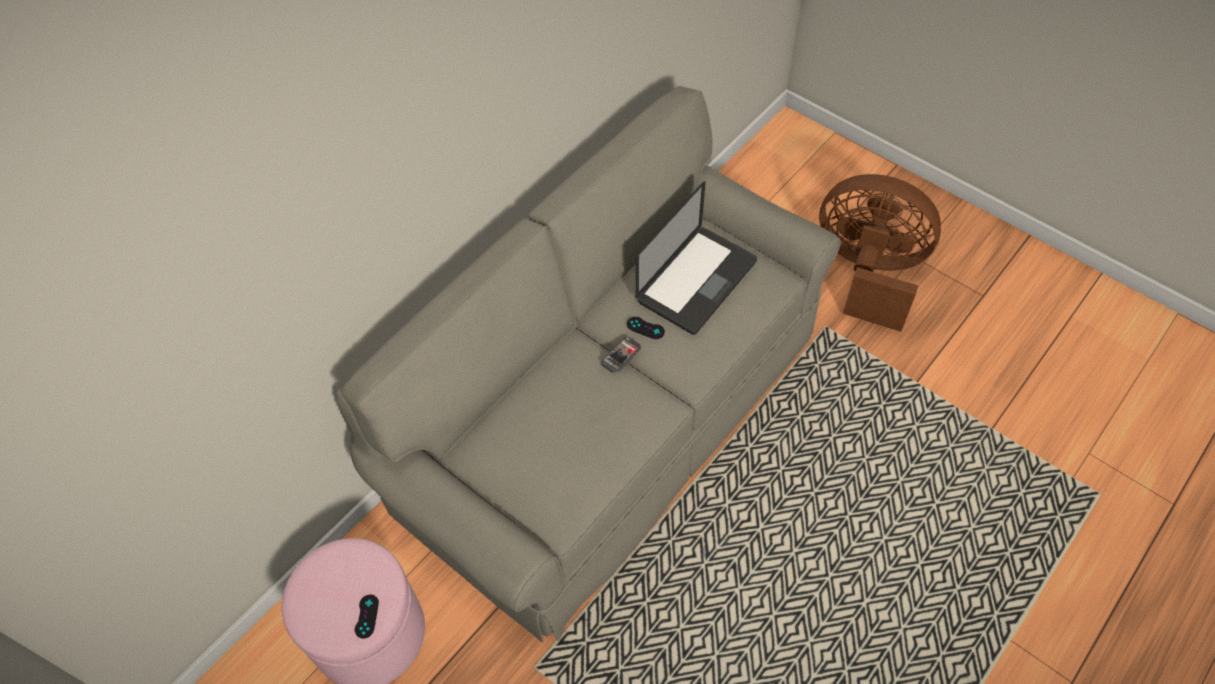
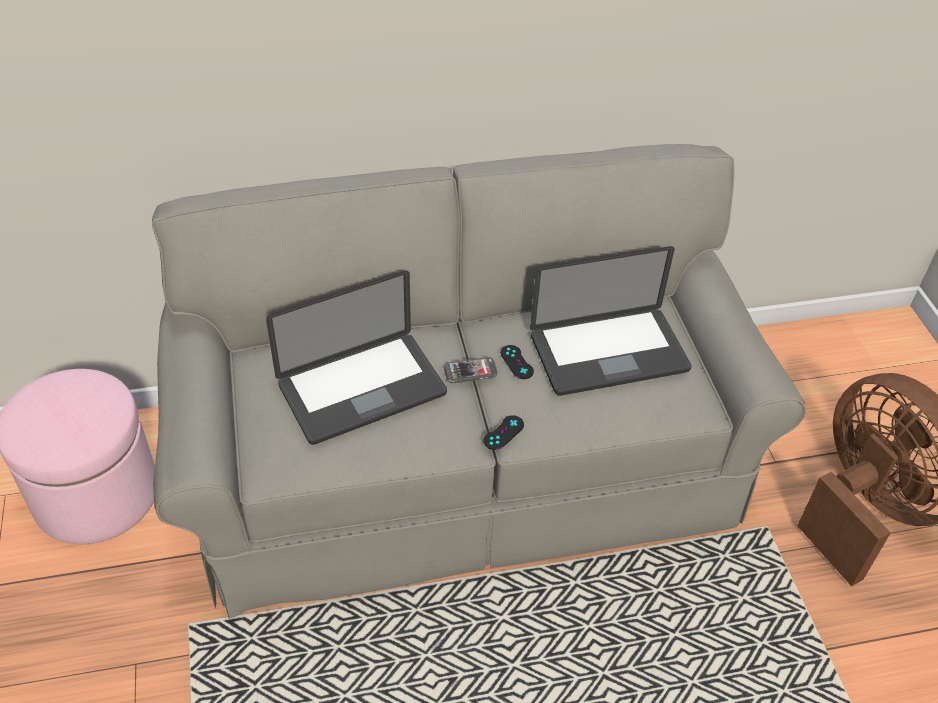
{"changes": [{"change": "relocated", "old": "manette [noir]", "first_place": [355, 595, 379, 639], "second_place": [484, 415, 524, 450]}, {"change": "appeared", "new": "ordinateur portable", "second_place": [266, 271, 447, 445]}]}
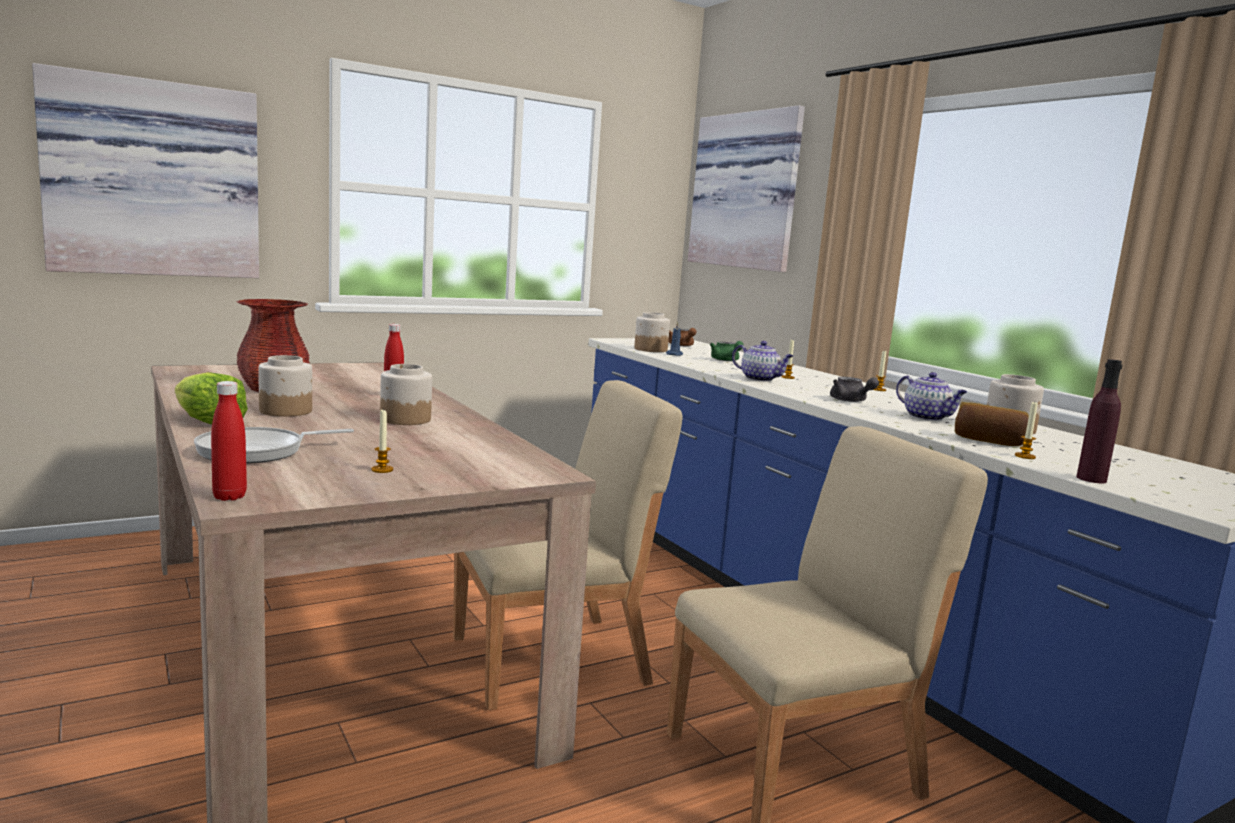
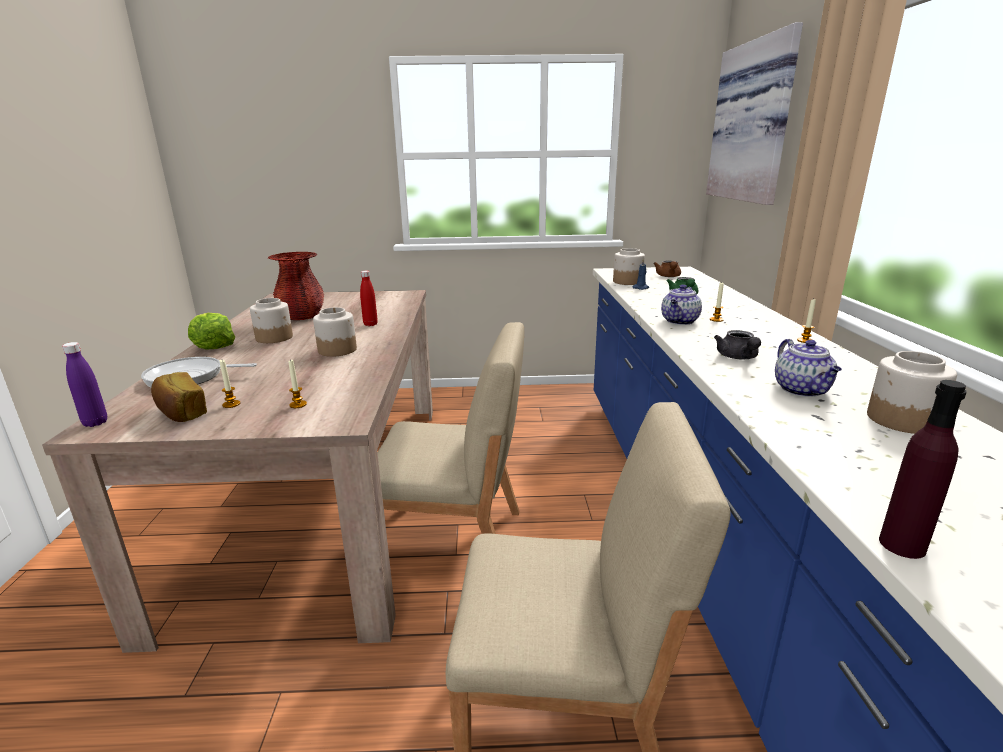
{"changes": [{"change": "missing", "old": "tableau", "first_place": [32, 63, 259, 278]}, {"change": "spun", "old": "théière", "first_place": [732, 341, 793, 382], "second_place": [661, 284, 702, 325], "degrees": 60}, {"change": "colour", "old": "bouteille [rouge]", "new": "bouteille [violet]", "first_place": [211, 381, 247, 501], "second_place": [62, 342, 107, 427]}, {"change": "relocated", "old": "pain", "first_place": [955, 402, 1029, 446], "second_place": [151, 372, 207, 422]}, {"change": "relocated", "old": "bougie", "first_place": [1015, 402, 1038, 459], "second_place": [289, 359, 307, 408]}]}
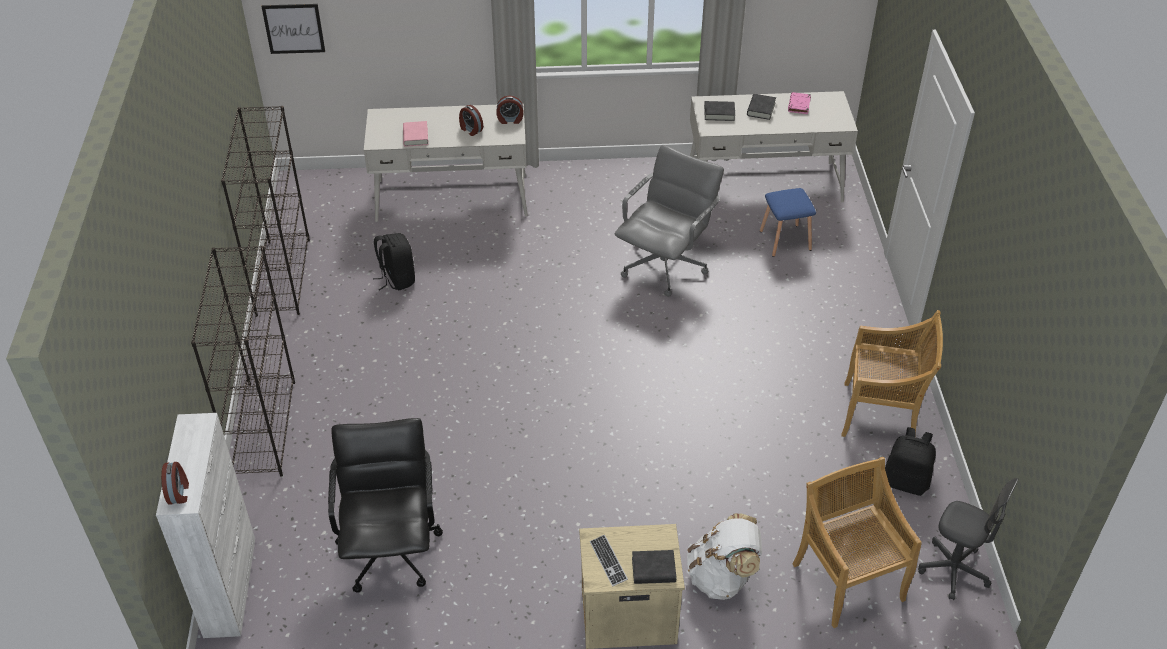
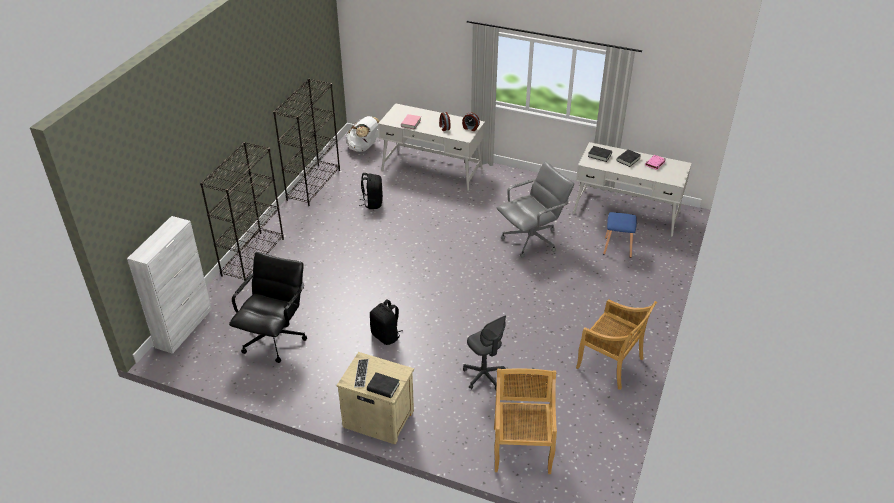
{"changes": [{"change": "missing", "old": "tableau", "first_place": [261, 4, 325, 54]}, {"change": "relocated", "old": "sac à dos [noir]", "first_place": [885, 427, 936, 496], "second_place": [370, 299, 403, 345]}, {"change": "missing", "old": "réveil", "first_place": [161, 462, 189, 505]}, {"change": "relocated", "old": "chaise de bureau [gris]", "first_place": [918, 478, 1018, 600], "second_place": [463, 315, 506, 390]}, {"change": "relocated", "old": "sac à dos [blanc]", "first_place": [687, 513, 762, 600], "second_place": [346, 116, 380, 152]}]}
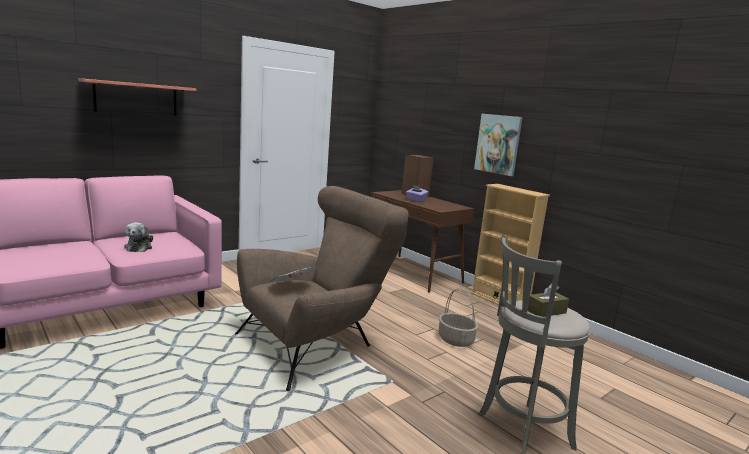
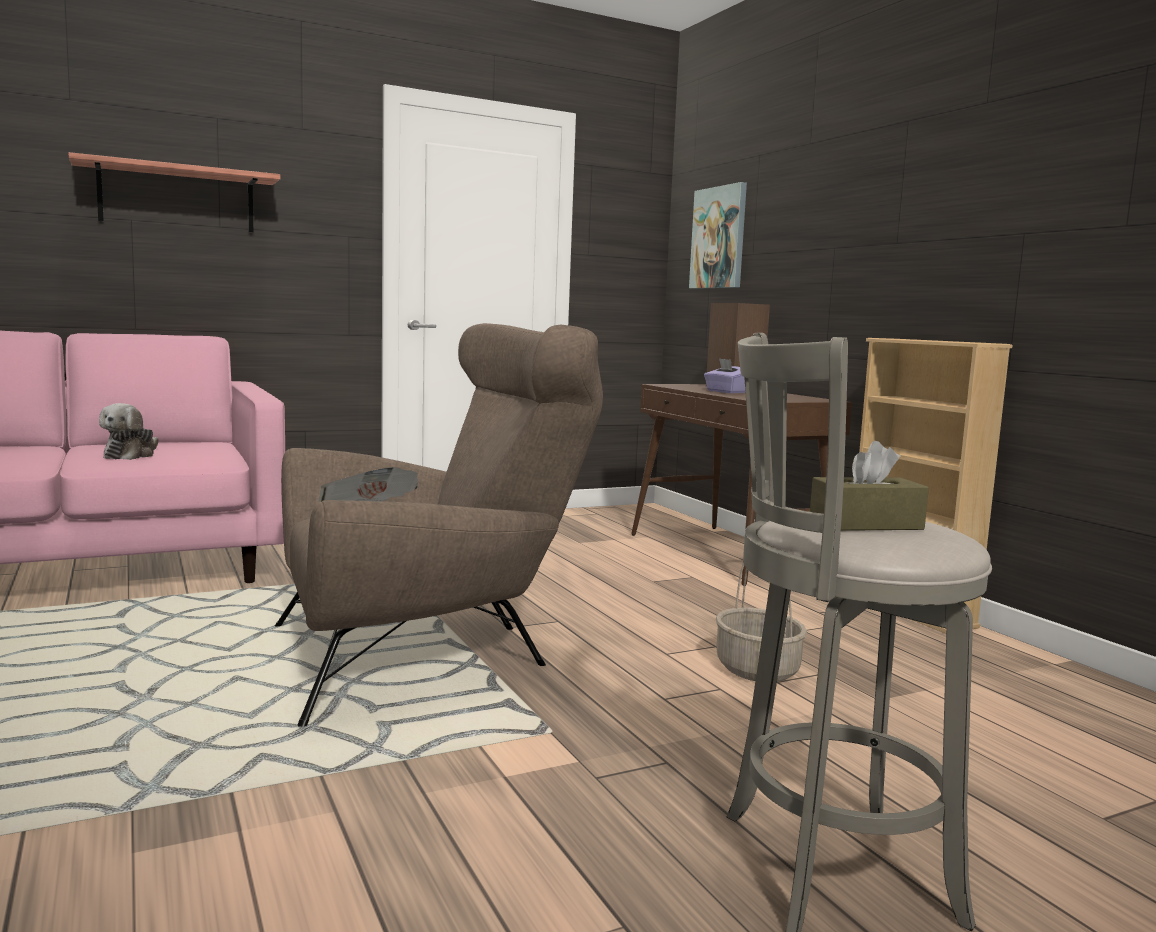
{"changes": [{"change": "relocated", "old": "tableau", "first_place": [474, 114, 523, 176], "second_place": [689, 182, 747, 289]}]}
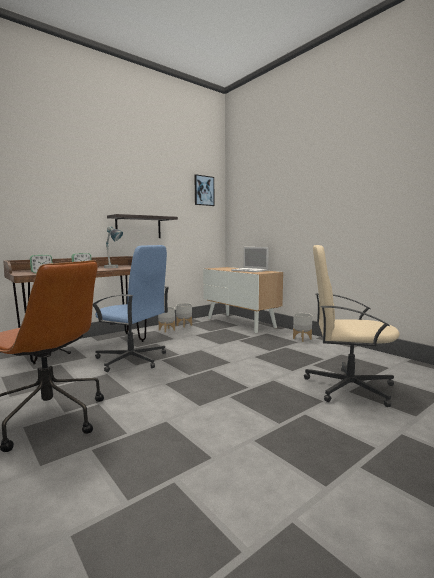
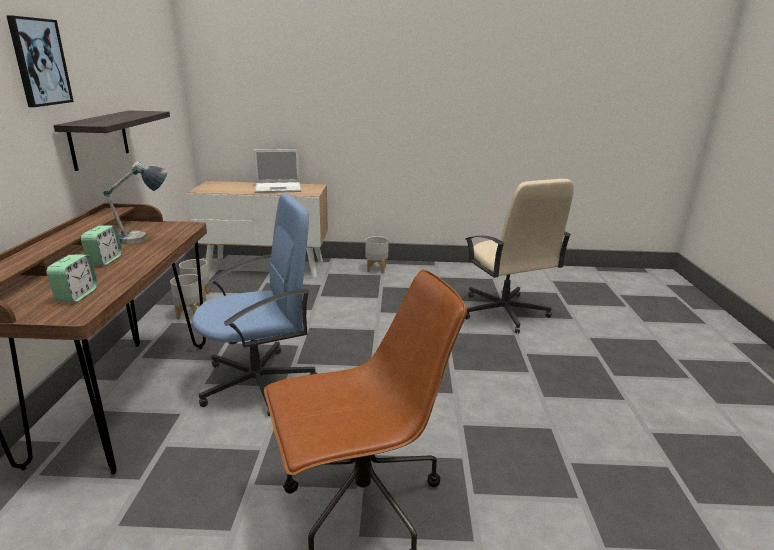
{"changes": [{"change": "relocated", "old": "tableau", "first_place": [194, 174, 214, 206], "second_place": [6, 15, 74, 107]}, {"change": "spun", "old": "chaise de bureau [beige]", "first_place": [304, 245, 400, 407], "second_place": [465, 179, 574, 334], "degrees": -75}]}
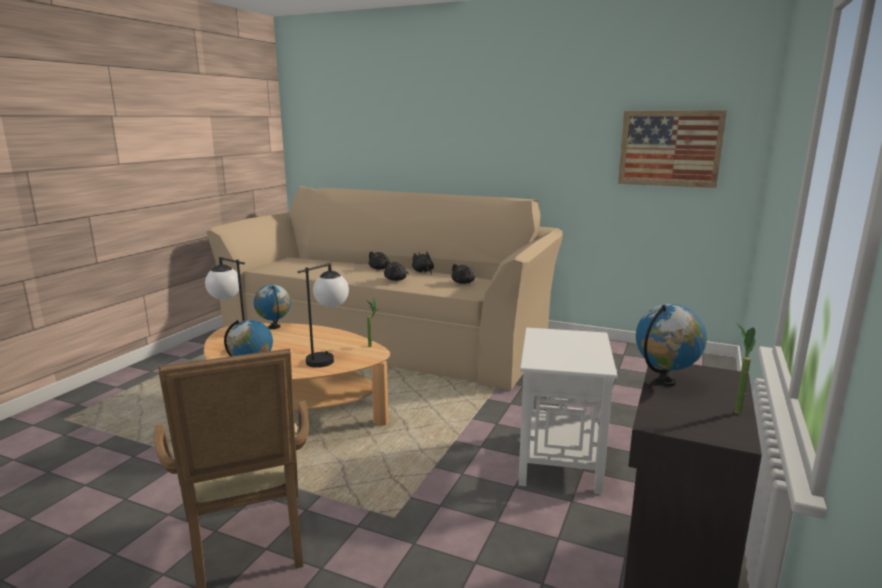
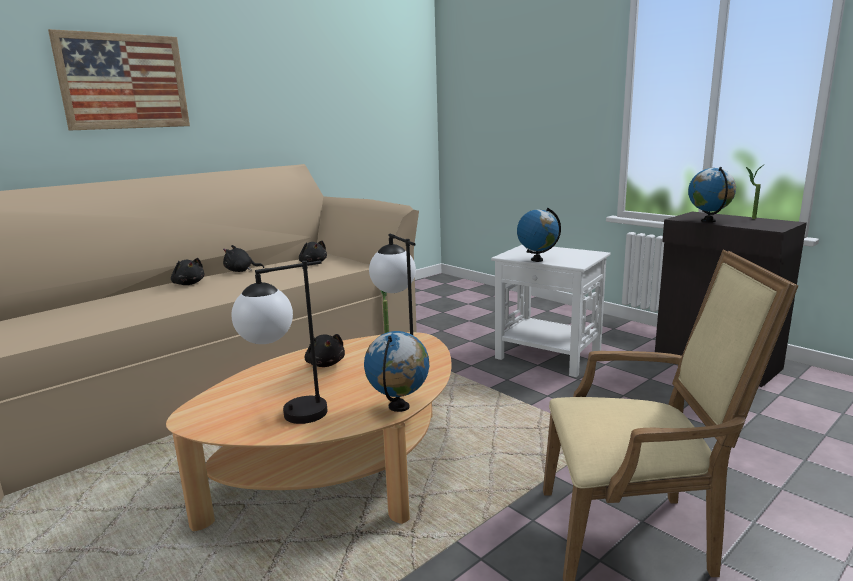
{"changes": [{"change": "relocated", "old": "tableau", "first_place": [618, 110, 727, 188], "second_place": [48, 29, 190, 131]}, {"change": "relocated", "old": "peluche [noir]", "first_place": [384, 261, 409, 281], "second_place": [305, 334, 345, 367]}, {"change": "relocated", "old": "globe", "first_place": [254, 285, 291, 329], "second_place": [517, 208, 561, 262]}]}
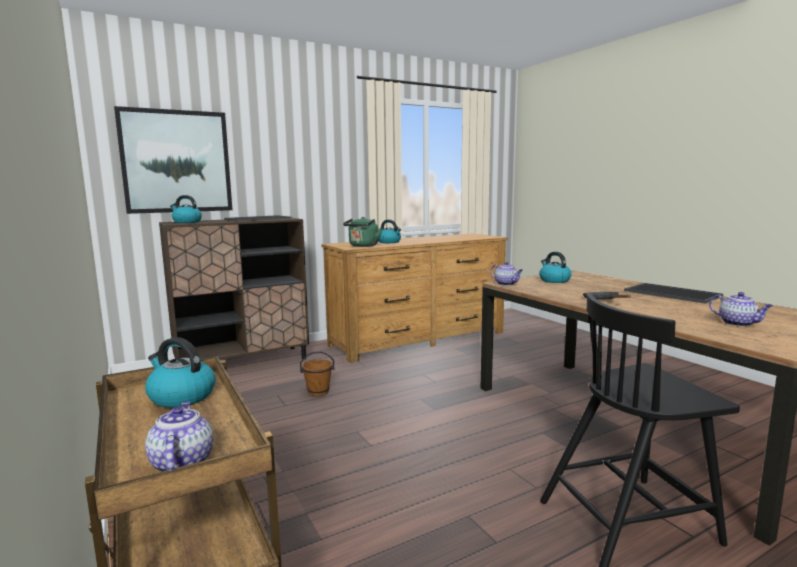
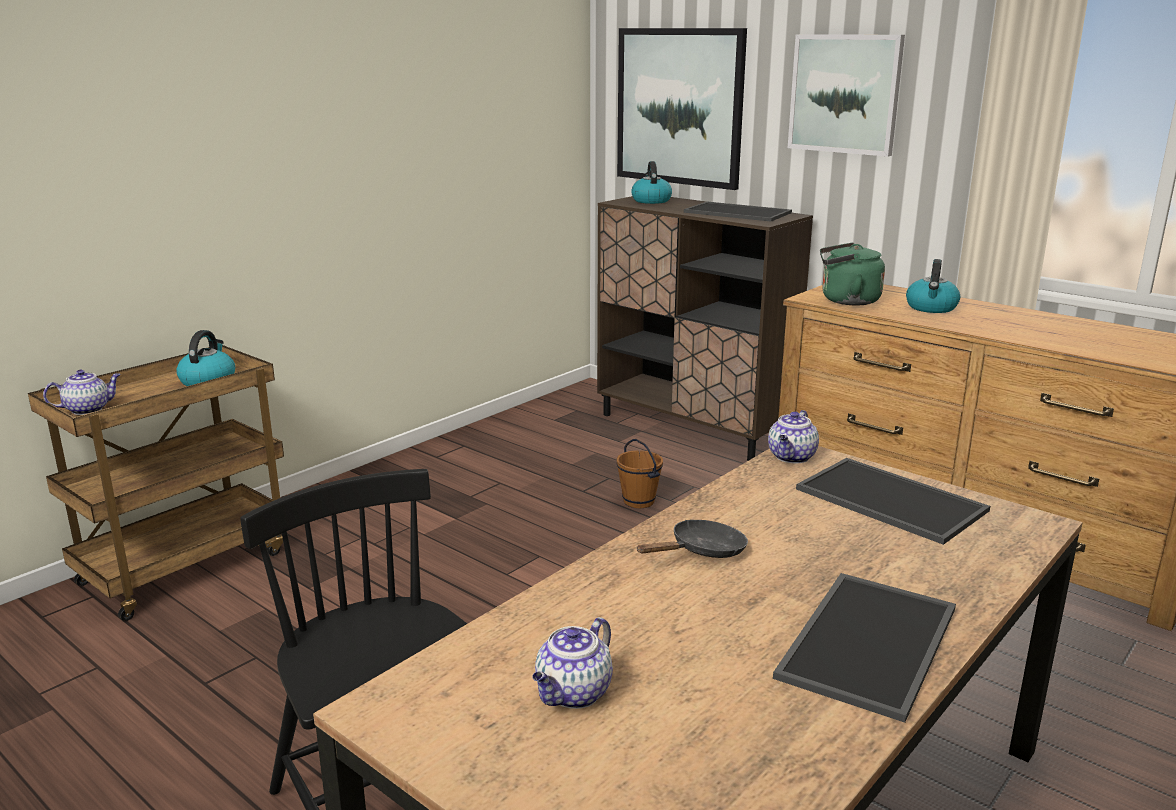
{"changes": [{"change": "exchanged", "old": "bouilloire", "new": "plateau", "first_place": [539, 252, 572, 283], "second_place": [796, 458, 990, 545]}, {"change": "appeared", "new": "tableau", "second_place": [788, 34, 905, 157]}]}
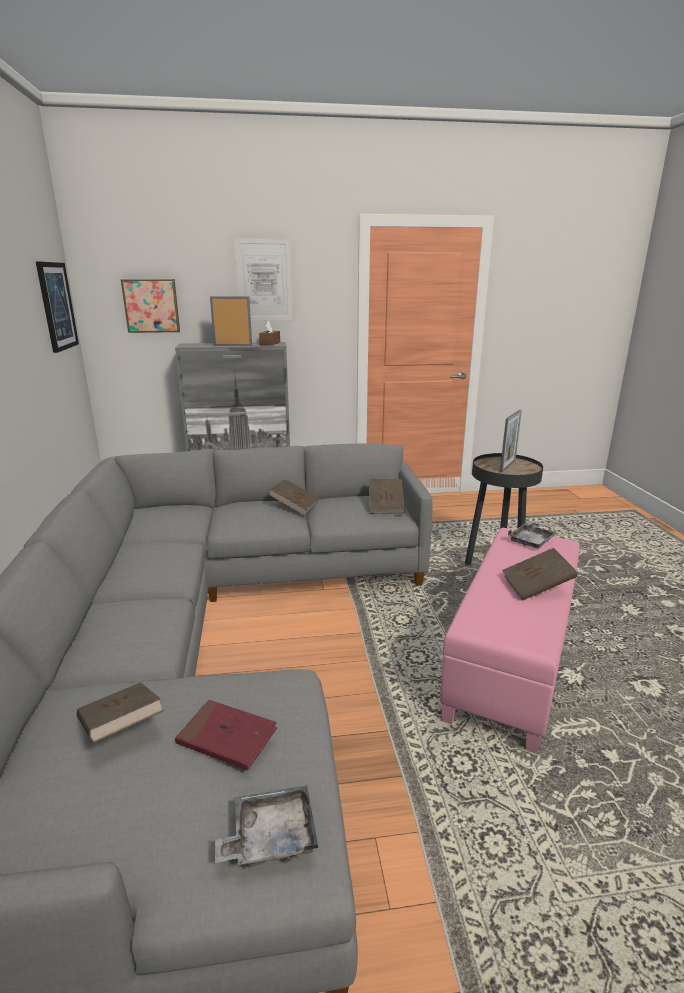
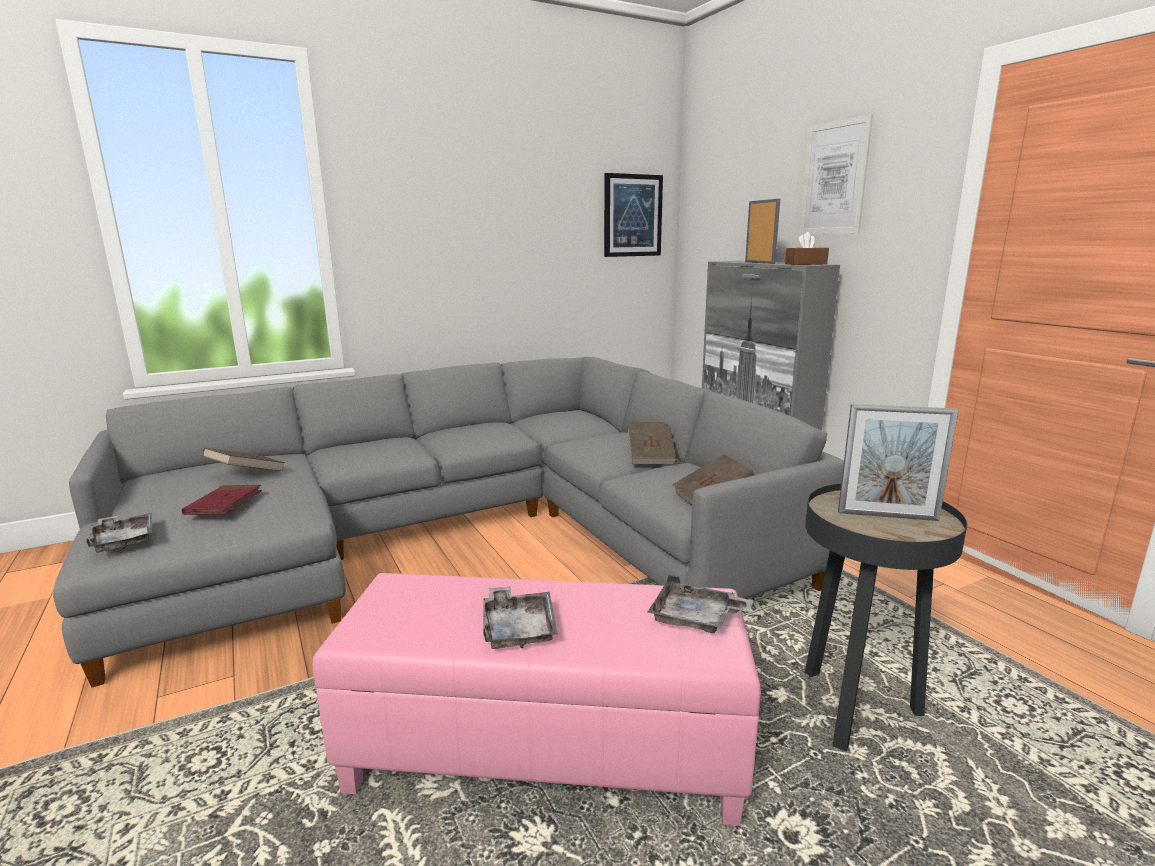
{"changes": [{"change": "missing", "old": "tableau", "first_place": [121, 279, 180, 333]}, {"change": "exchanged", "old": "livre [marron]", "new": "plateau [gris]", "first_place": [502, 548, 578, 601], "second_place": [483, 586, 558, 649]}]}
